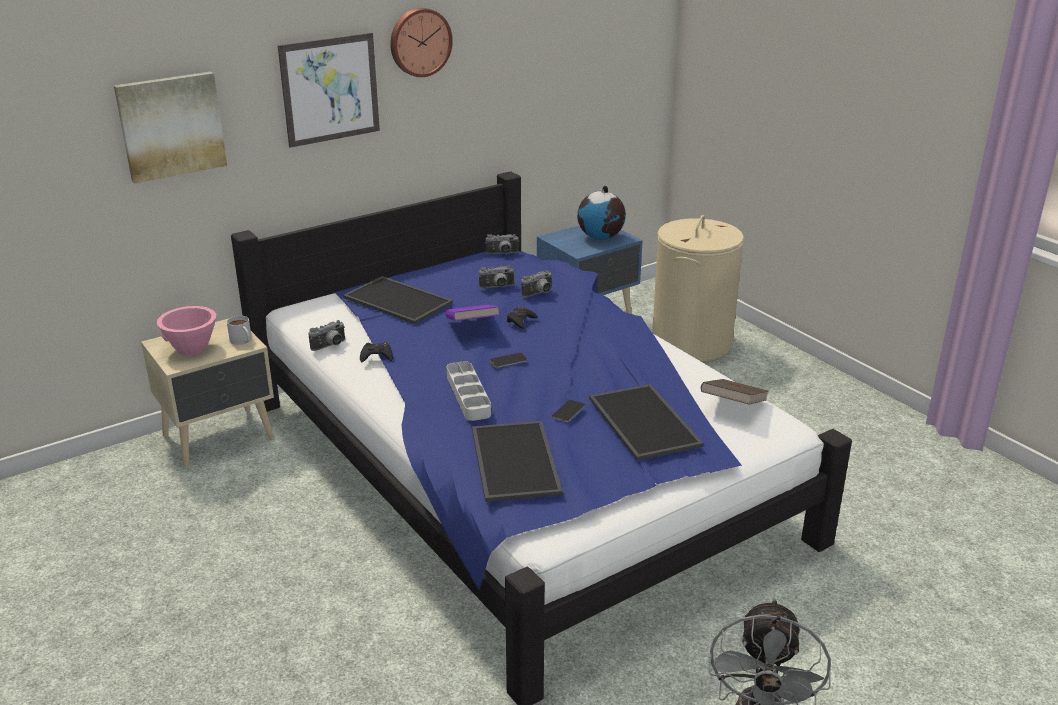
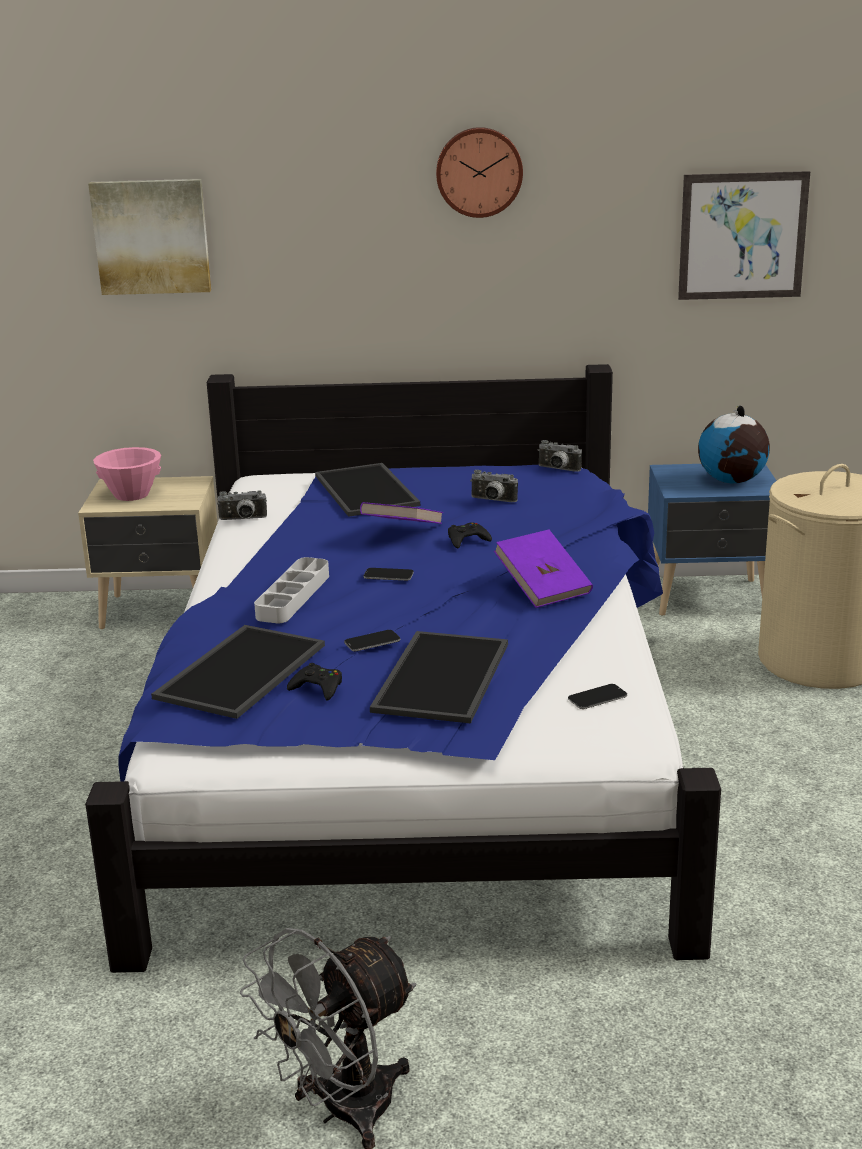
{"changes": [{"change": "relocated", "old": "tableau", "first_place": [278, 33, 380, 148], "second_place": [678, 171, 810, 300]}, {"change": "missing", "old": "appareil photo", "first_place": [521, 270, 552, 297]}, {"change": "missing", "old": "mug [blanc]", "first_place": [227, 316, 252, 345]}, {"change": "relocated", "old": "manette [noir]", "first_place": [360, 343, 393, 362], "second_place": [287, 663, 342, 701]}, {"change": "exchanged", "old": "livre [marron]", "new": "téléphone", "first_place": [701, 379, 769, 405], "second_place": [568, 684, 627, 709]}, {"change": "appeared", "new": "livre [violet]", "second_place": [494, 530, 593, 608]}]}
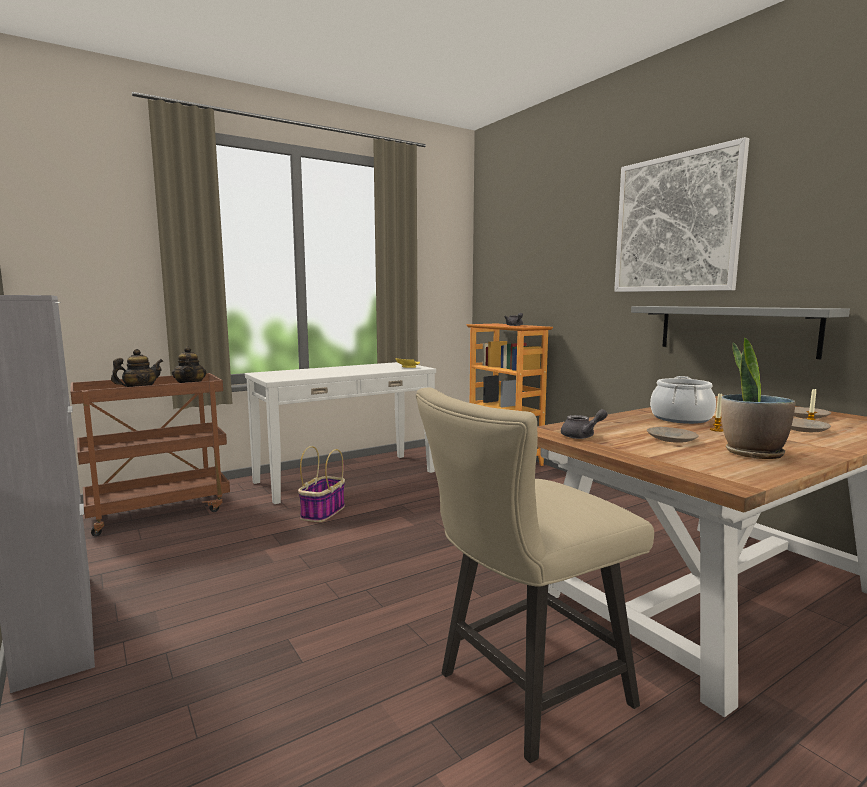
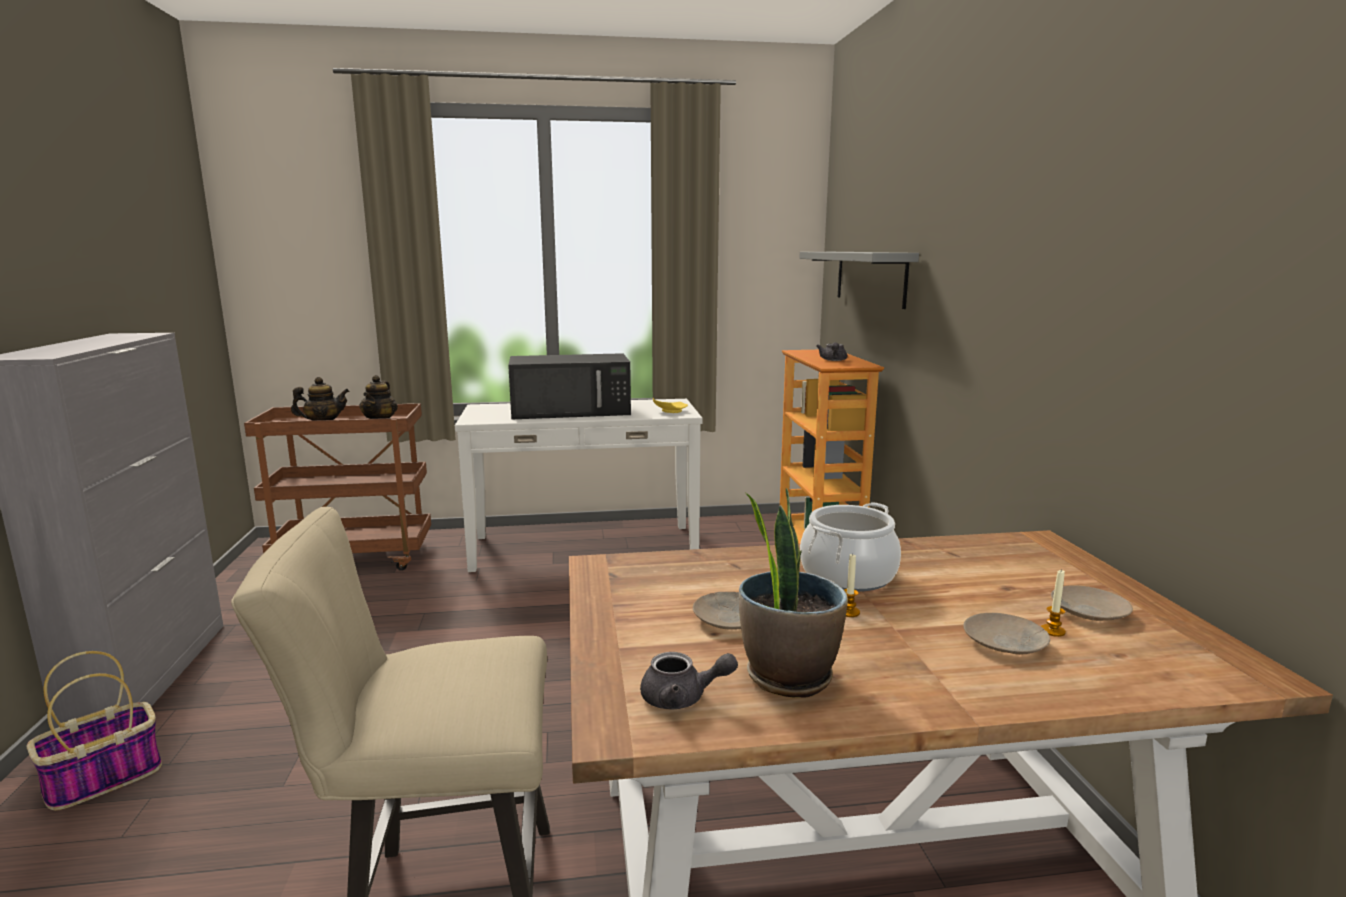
{"changes": [{"change": "missing", "old": "tableau", "first_place": [614, 137, 749, 292]}, {"change": "relocated", "old": "étagère [gris]", "first_place": [631, 306, 850, 359], "second_place": [800, 252, 919, 309]}, {"change": "relocated", "old": "théière [gris]", "first_place": [561, 409, 608, 439], "second_place": [640, 652, 738, 709]}, {"change": "relocated", "old": "panier", "first_place": [298, 446, 345, 522], "second_place": [26, 651, 162, 811]}, {"change": "appeared", "new": "micro-ondes [noir]", "second_place": [508, 353, 631, 419]}]}
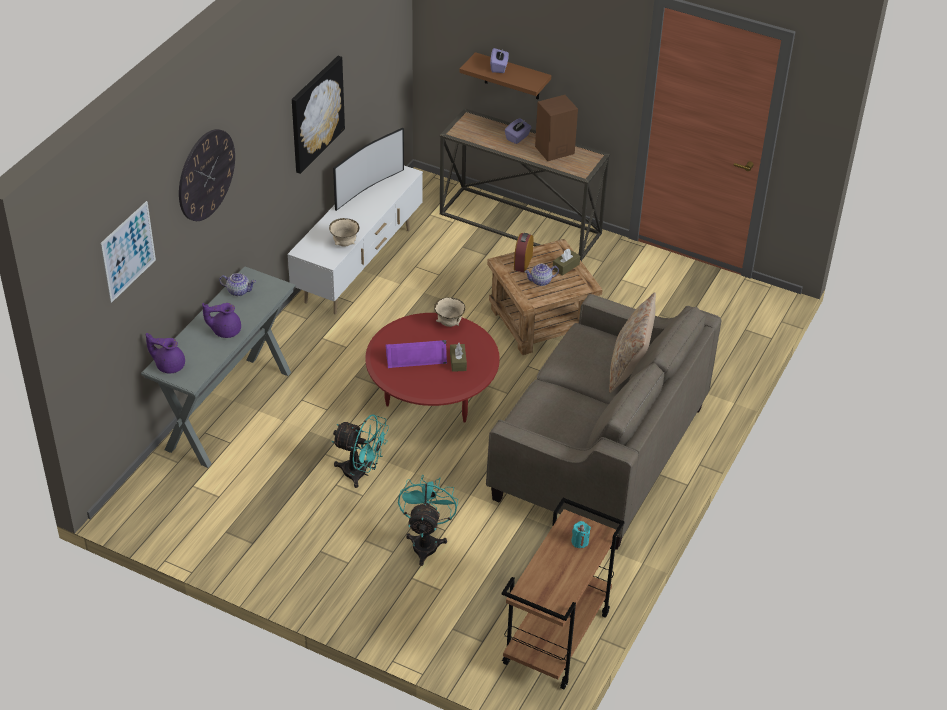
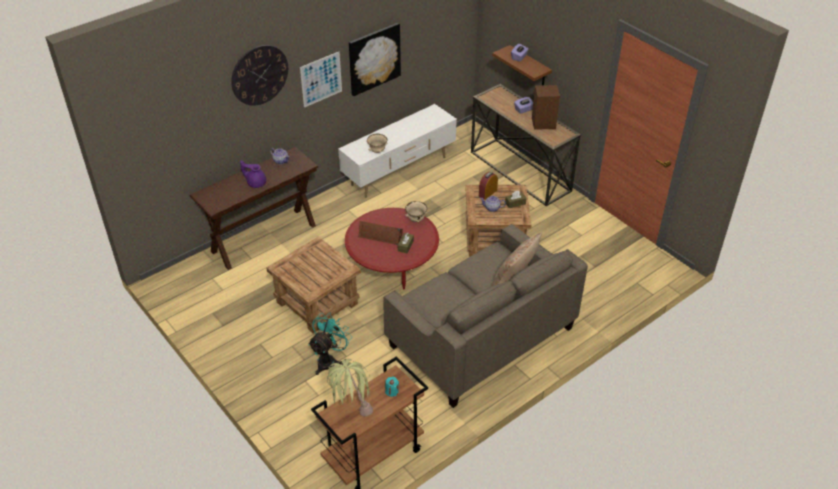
{"changes": [{"change": "missing", "old": "téléviseur", "first_place": [333, 128, 404, 211]}, {"change": "relocated", "old": "tableau", "first_place": [100, 201, 156, 303], "second_place": [300, 52, 342, 108]}, {"change": "colour", "old": "table console [gris]", "new": "table console [marron]", "first_place": [141, 266, 296, 468], "second_place": [189, 147, 319, 270]}, {"change": "missing", "old": "théière [violet]", "first_place": [146, 333, 185, 374]}, {"change": "colour", "old": "enceinte [violet]", "new": "enceinte [marron]", "first_place": [385, 340, 447, 368], "second_place": [358, 221, 403, 245]}, {"change": "exchanged", "old": "ventilateur [turquoise]", "new": "table d'appoint [marron]", "first_place": [332, 414, 389, 488], "second_place": [266, 237, 361, 334]}, {"change": "appeared", "new": "plante en pot", "second_place": [327, 358, 373, 416]}]}
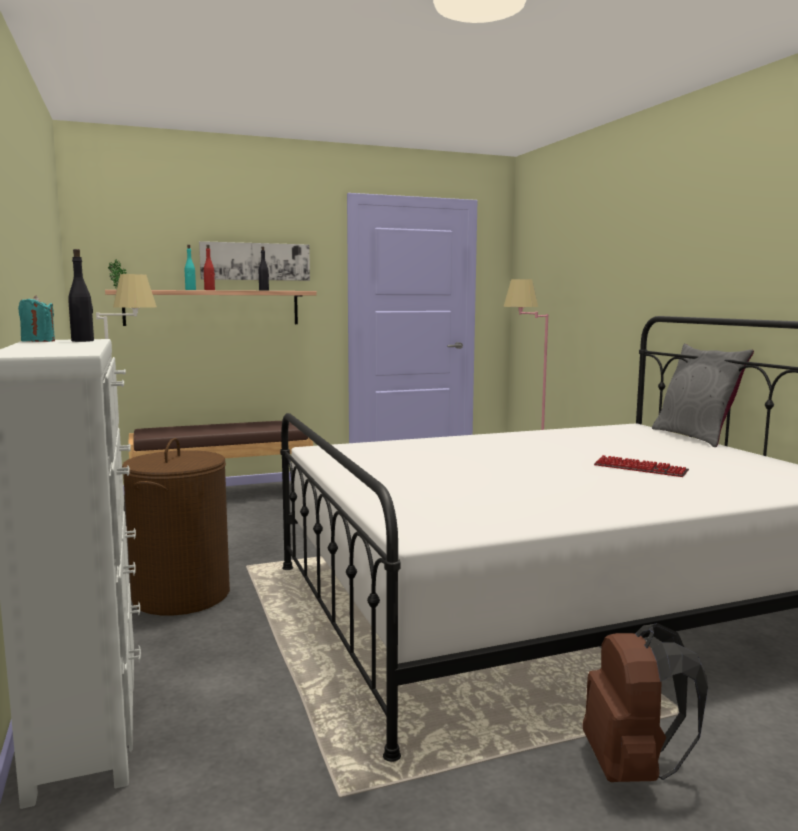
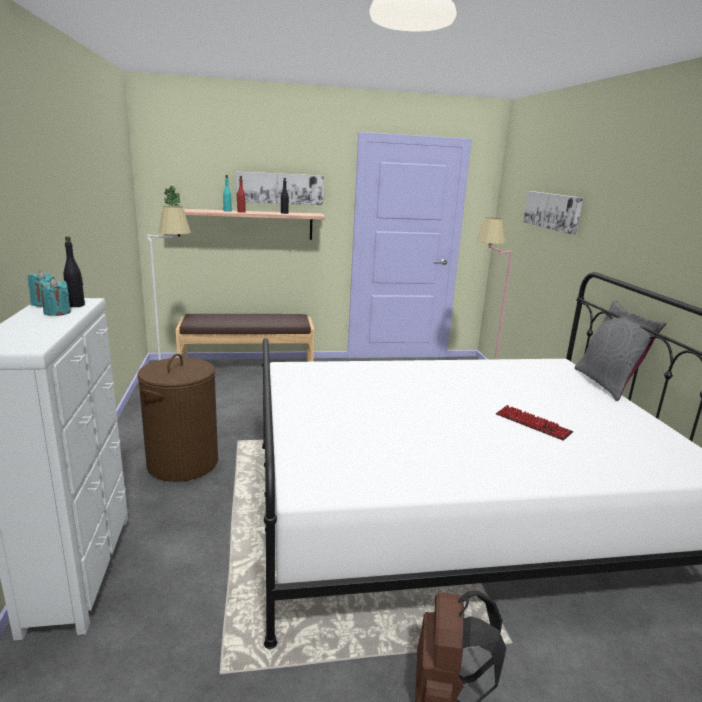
{"changes": [{"change": "appeared", "new": "tableau", "second_place": [523, 191, 583, 235]}, {"change": "appeared", "new": "bougie [turquoise]", "second_place": [40, 278, 71, 316]}]}
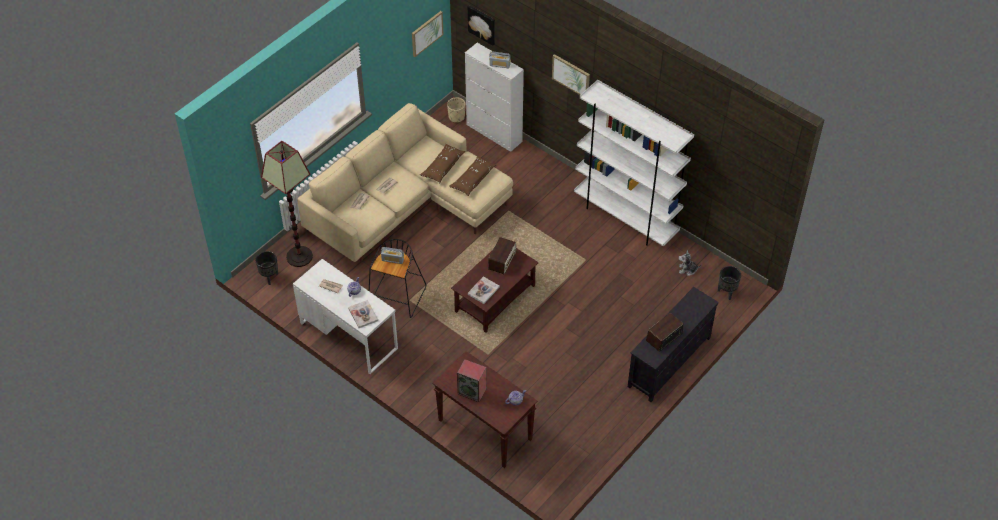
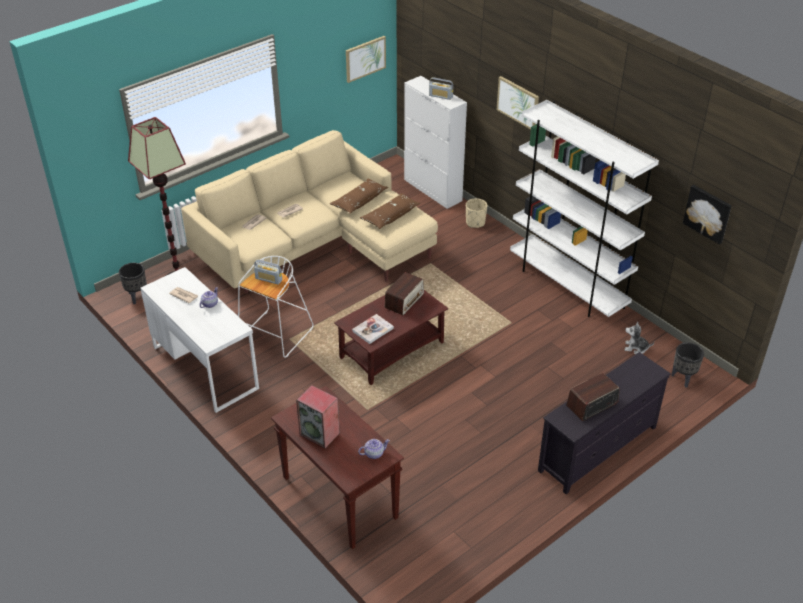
{"changes": [{"change": "relocated", "old": "tableau", "first_place": [468, 5, 495, 46], "second_place": [683, 185, 732, 244]}, {"change": "relocated", "old": "cache-pot [beige]", "first_place": [447, 97, 466, 122], "second_place": [466, 198, 487, 228]}, {"change": "colour", "old": "tabouret [noir]", "new": "tabouret [blanc]", "first_place": [369, 239, 426, 318], "second_place": [238, 256, 314, 358]}, {"change": "missing", "old": "livre", "first_place": [348, 300, 378, 328]}]}
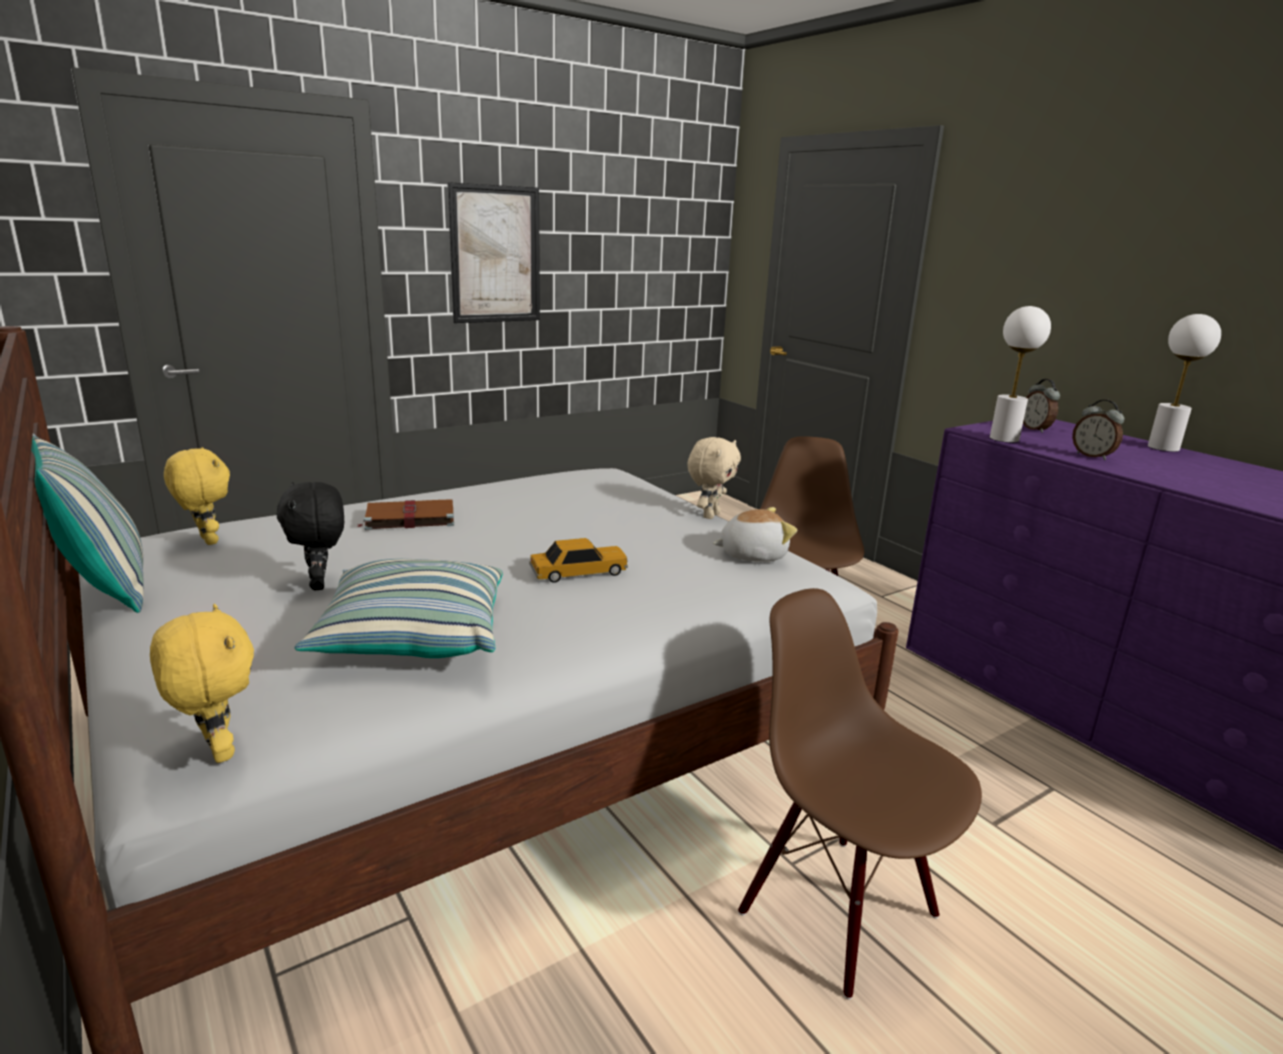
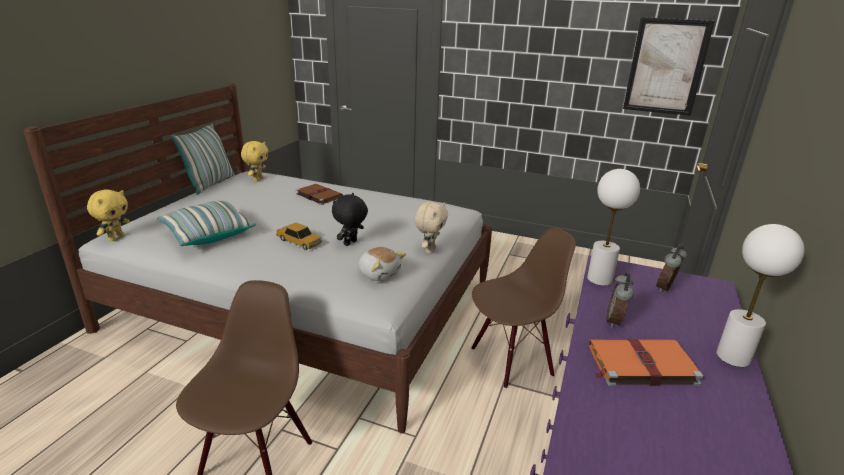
{"changes": [{"change": "relocated", "old": "tableau", "first_place": [447, 182, 540, 323], "second_place": [623, 17, 715, 116]}, {"change": "spun", "old": "peluche [beige]", "first_place": [687, 437, 741, 519], "second_place": [414, 202, 448, 254], "degrees": -60}, {"change": "relocated", "old": "peluche [noir]", "first_place": [277, 482, 344, 590], "second_place": [332, 193, 368, 246]}, {"change": "appeared", "new": "livre [orange]", "second_place": [589, 339, 704, 386]}]}
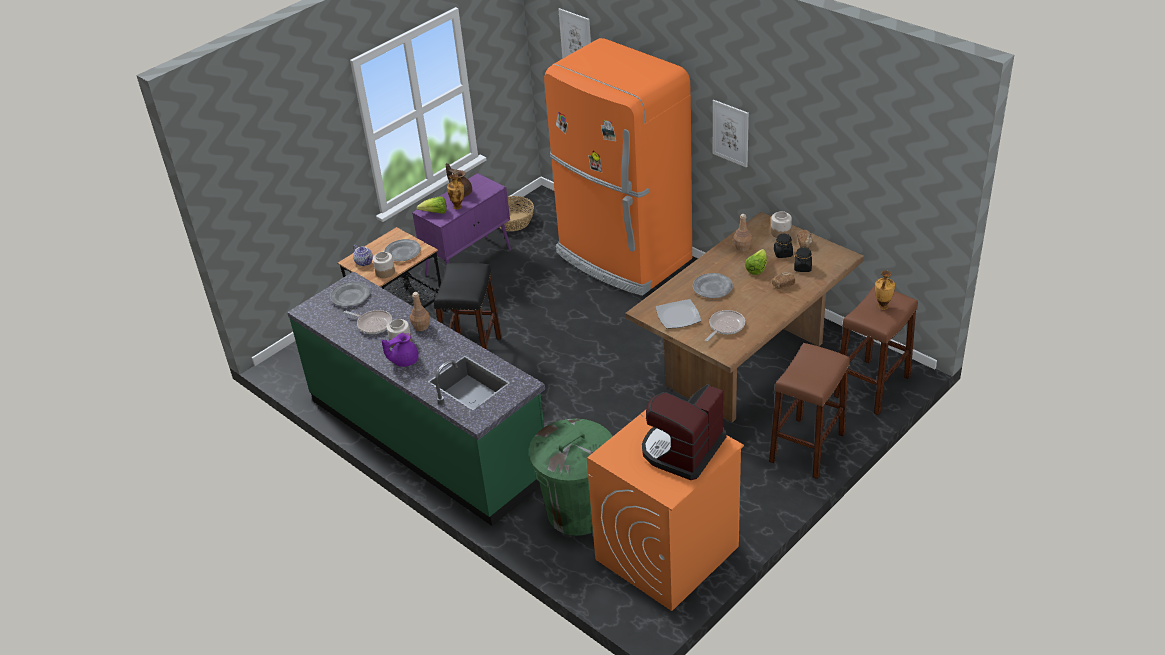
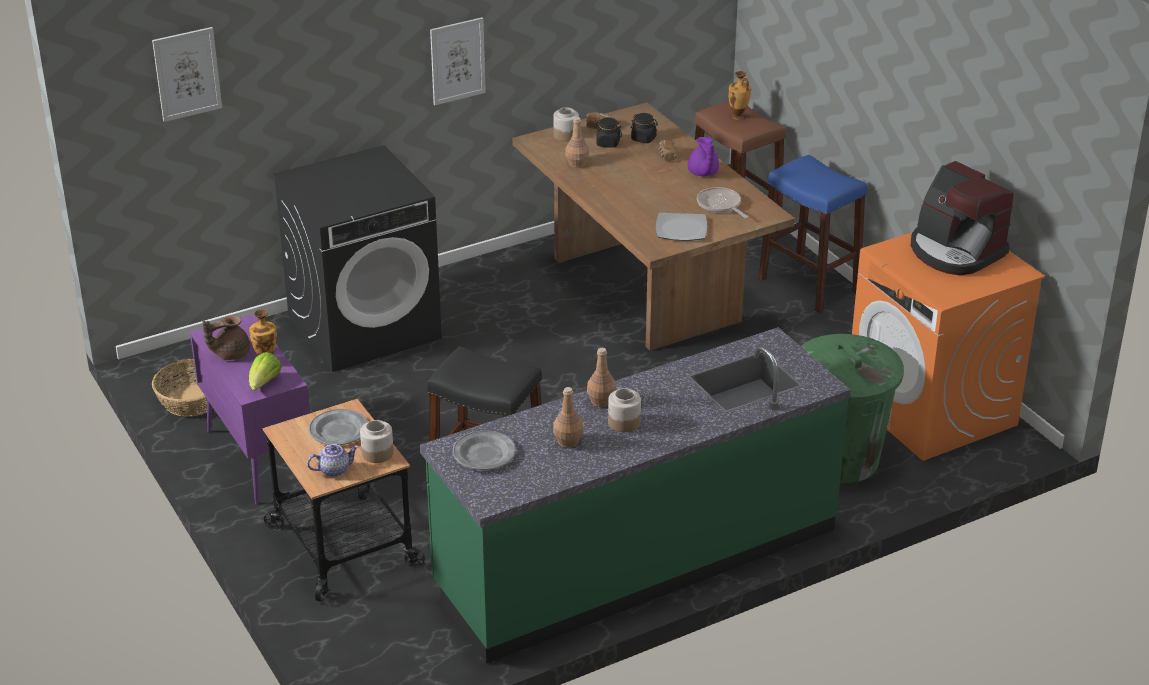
{"changes": [{"change": "exchanged", "old": "réfrigérateur [orange]", "new": "lave-linge [noir]", "first_place": [544, 38, 692, 296], "second_place": [273, 145, 442, 372]}, {"change": "missing", "old": "laitue", "first_place": [745, 249, 767, 275]}, {"change": "missing", "old": "assiette [gris]", "first_place": [693, 273, 733, 298]}, {"change": "exchanged", "old": "poêle", "new": "bouteille [marron]", "first_place": [344, 310, 392, 334], "second_place": [553, 387, 583, 448]}, {"change": "relocated", "old": "théière [violet]", "first_place": [381, 333, 419, 367], "second_place": [688, 137, 719, 176]}, {"change": "colour", "old": "tabouret [marron]", "new": "tabouret [bleu]", "first_place": [769, 343, 850, 479], "second_place": [758, 155, 867, 313]}]}
